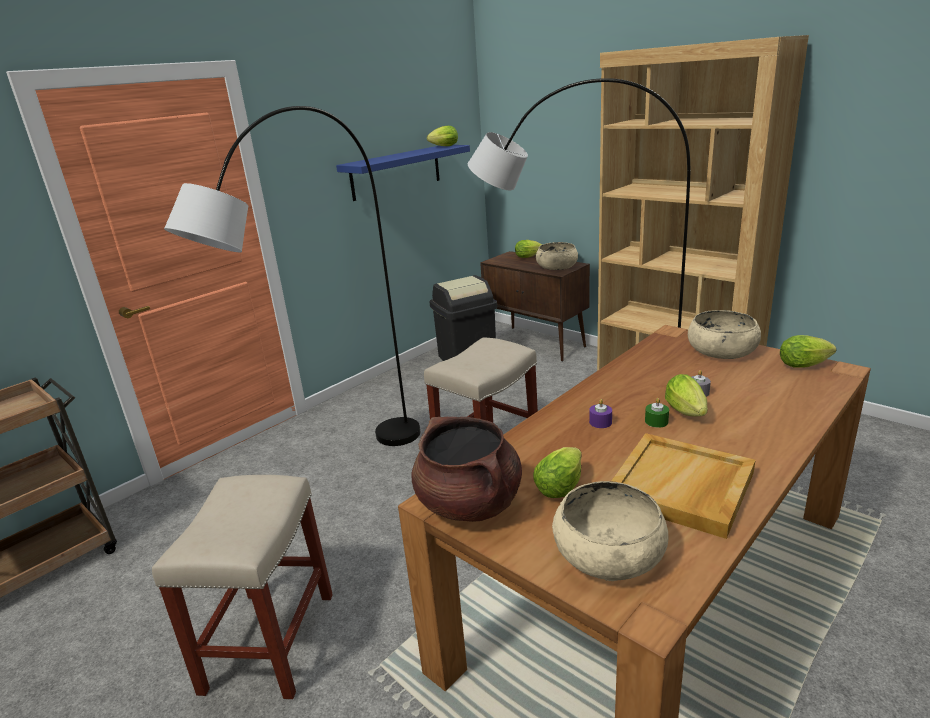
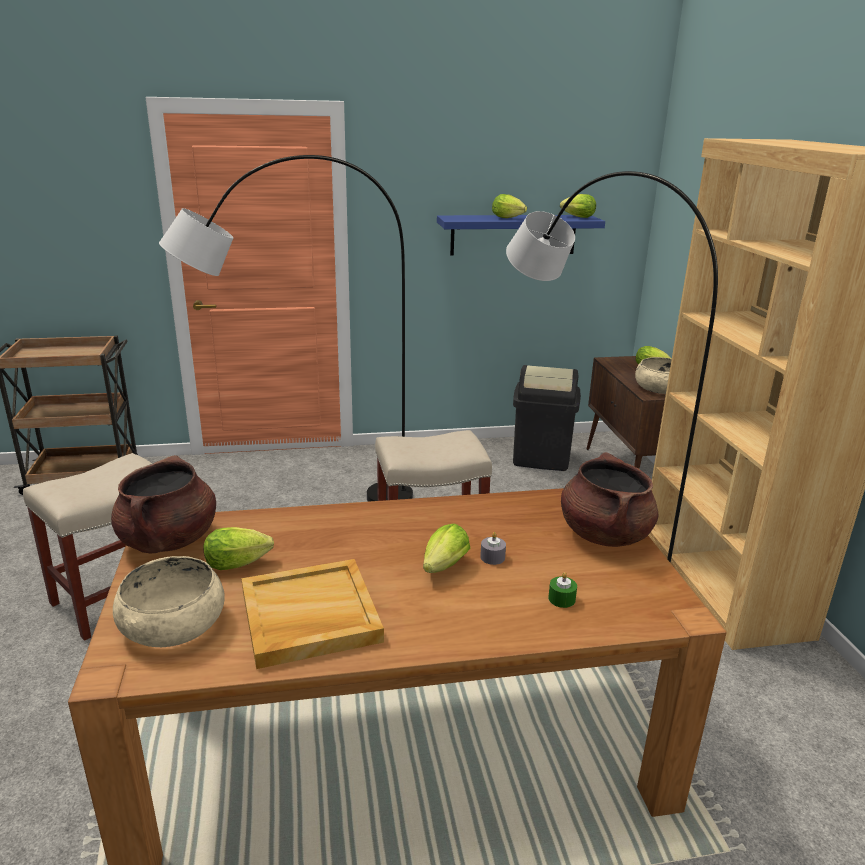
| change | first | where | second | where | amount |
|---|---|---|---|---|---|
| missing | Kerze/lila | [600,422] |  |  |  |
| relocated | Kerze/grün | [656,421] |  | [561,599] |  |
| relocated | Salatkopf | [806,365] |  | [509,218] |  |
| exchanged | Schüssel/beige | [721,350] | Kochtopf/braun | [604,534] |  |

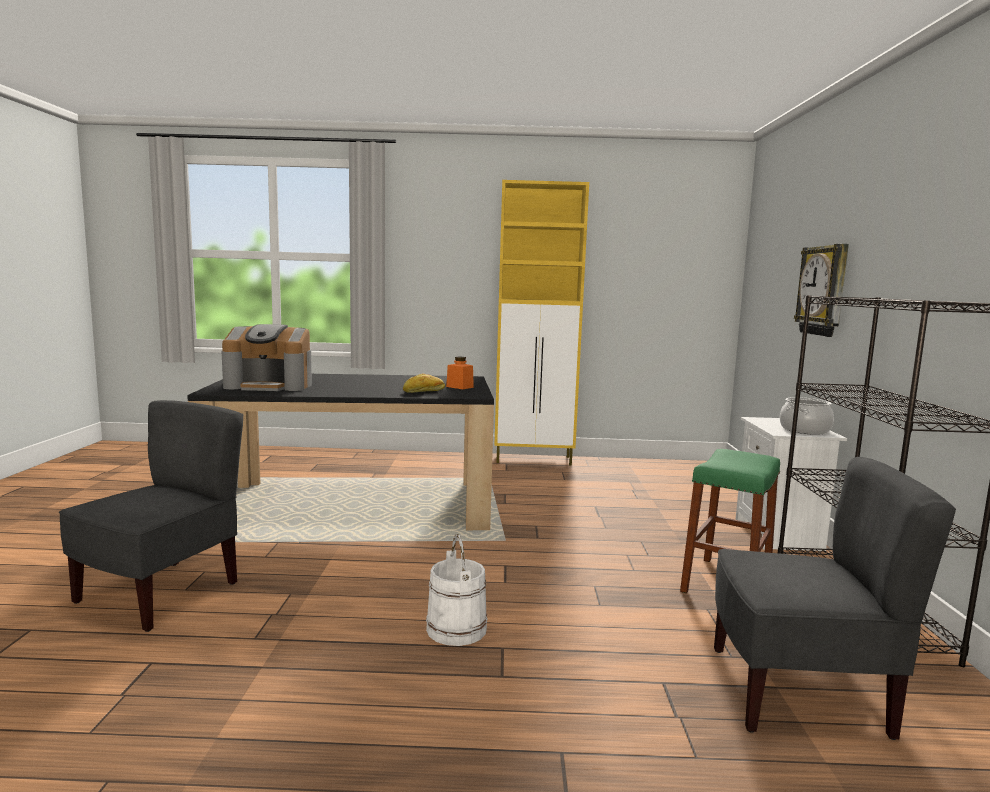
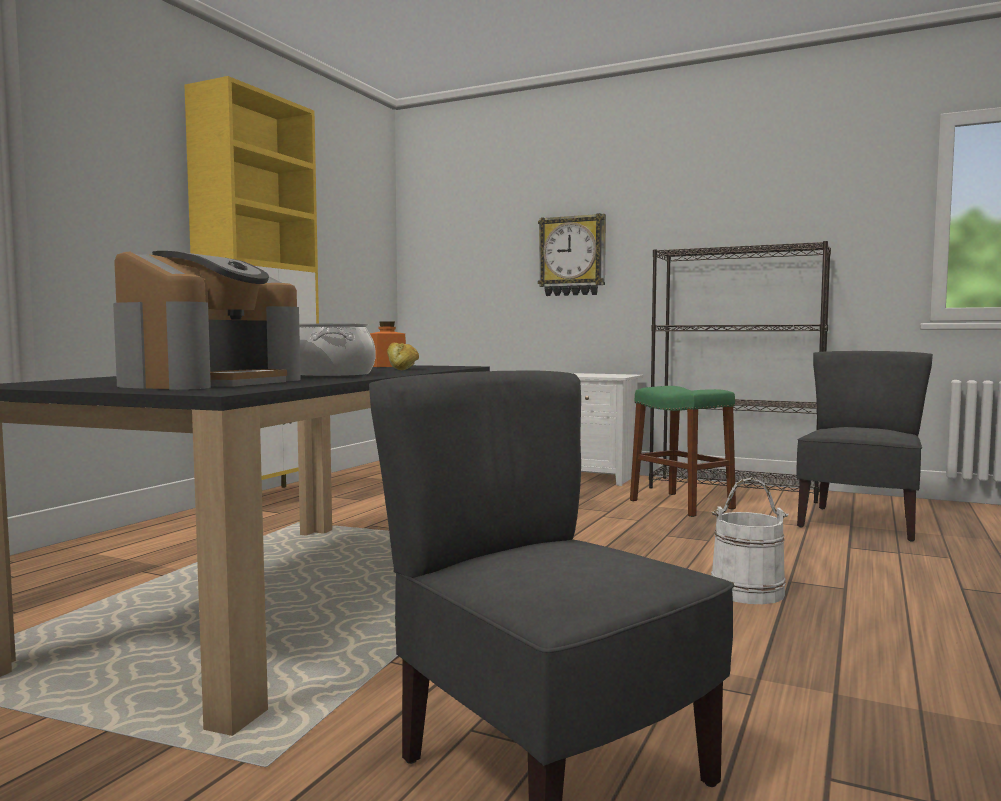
| change | first | where | second | where | amount |
|---|---|---|---|---|---|
| relocated | Kochtopf | [805,430] |  | [334,375] |  |

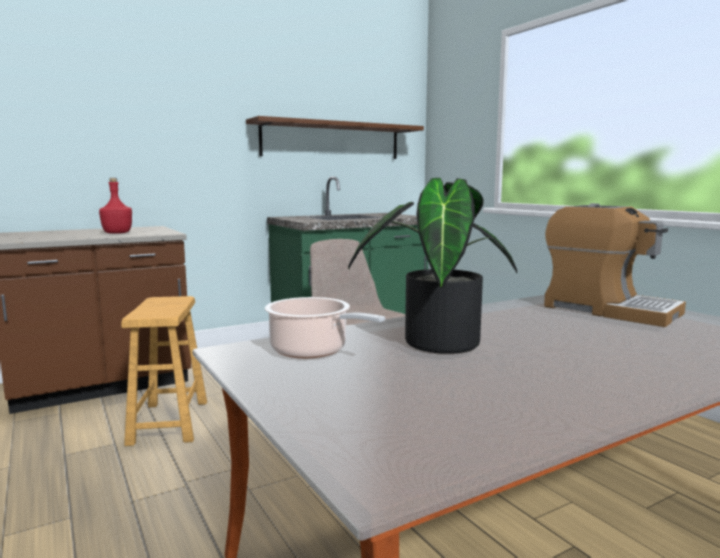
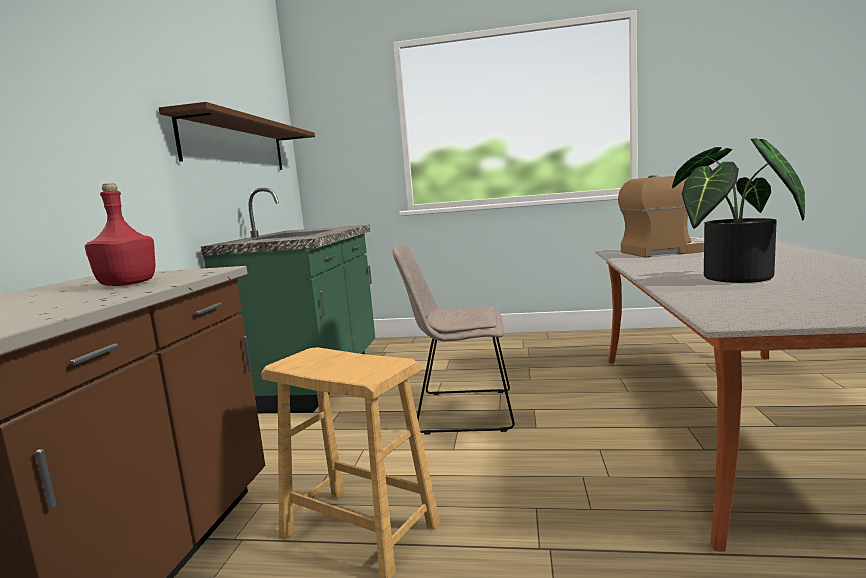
| change | first | where | second | where | amount |
|---|---|---|---|---|---|
| missing | Kochtopf | [312,351] |  |  |  |

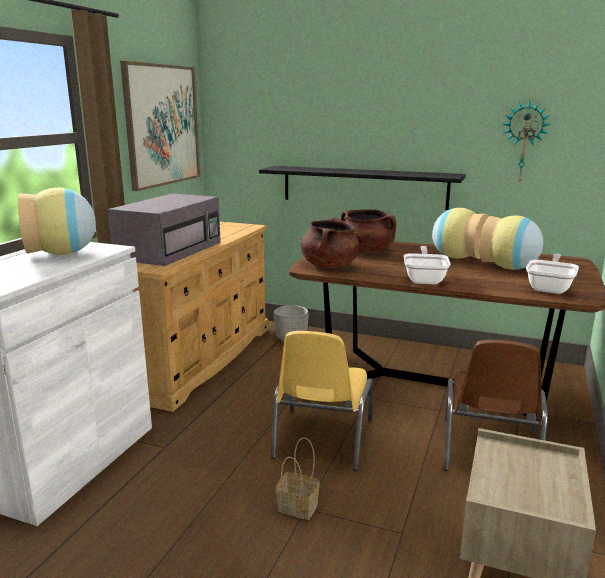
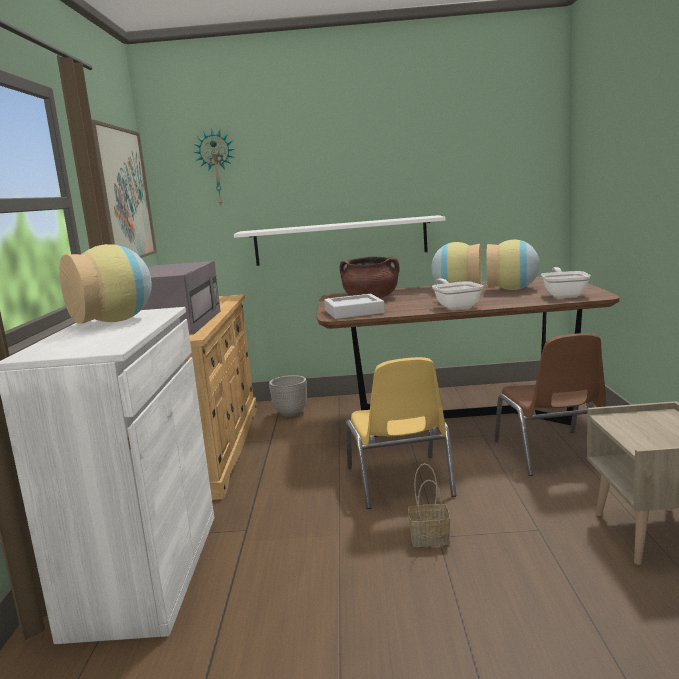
| change | first | where | second | where | amount |
|---|---|---|---|---|---|
| relocated | Wanduhr | [524,142] |  | [217,168] |  |
| exchanged | Kochtopf/braun | [329,265] | Tablett/grau | [354,312] |  |
| colour | Wandregal/schwarz | [363,187] | Wandregal/weiß | [340,241] |  |

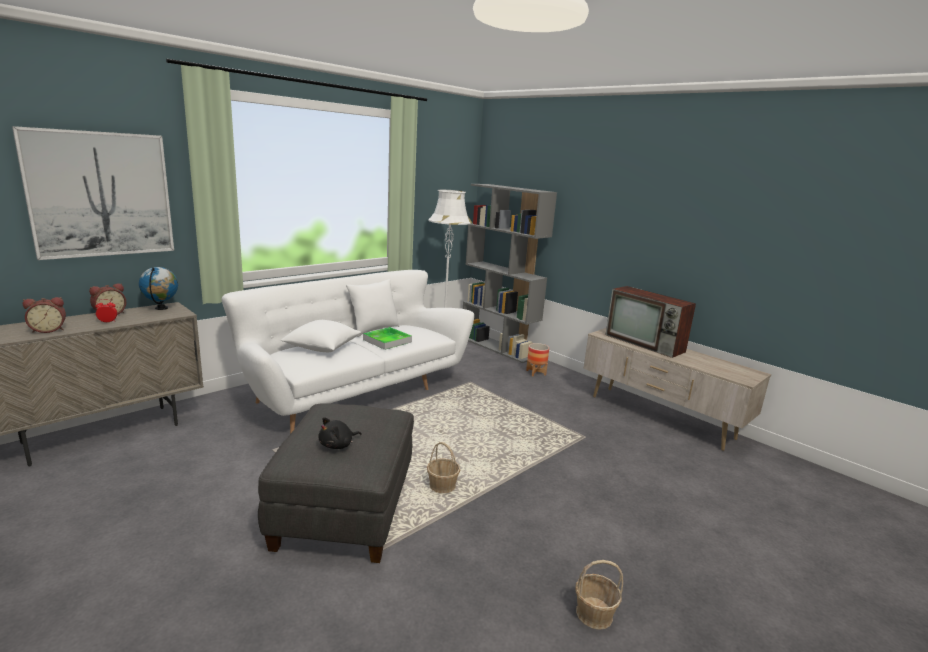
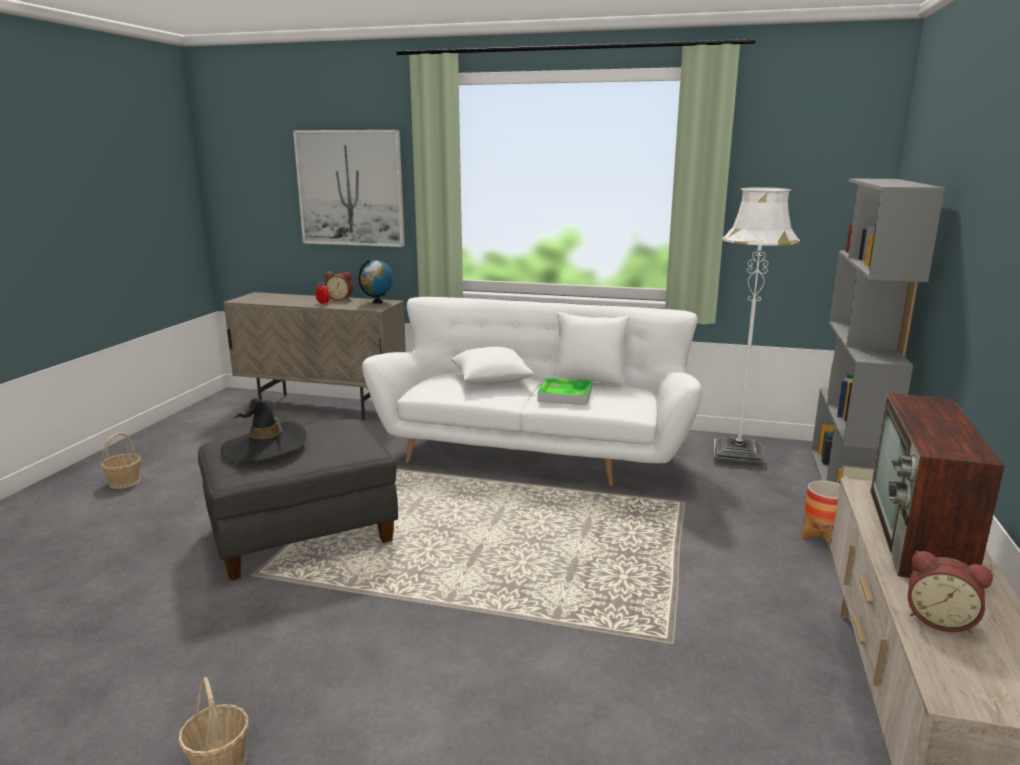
| change | first | where | second | where | amount |
|---|---|---|---|---|---|
| relocated | Wecker | [48,330] |  | [940,620] |  |
| relocated | Korb | [442,486] |  | [125,482] |  |
| exchanged | Plüschtier/schwarz | [338,445] | Hut/schwarz | [264,447] |  |

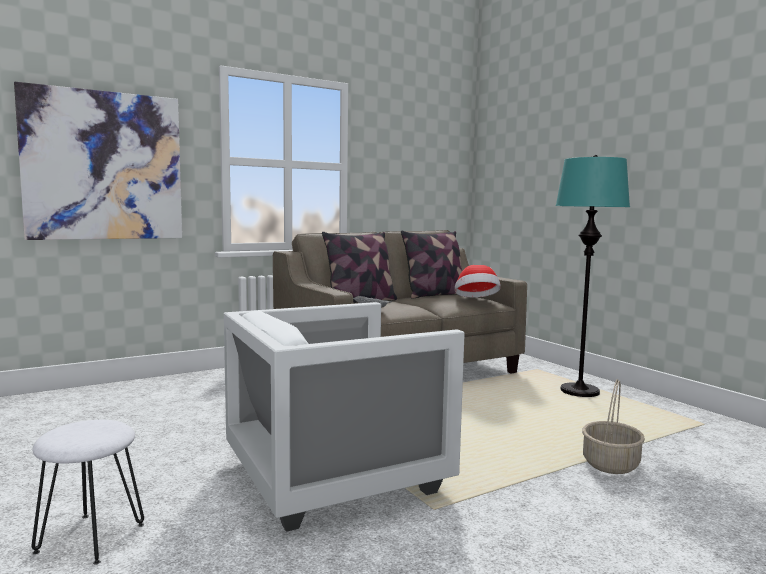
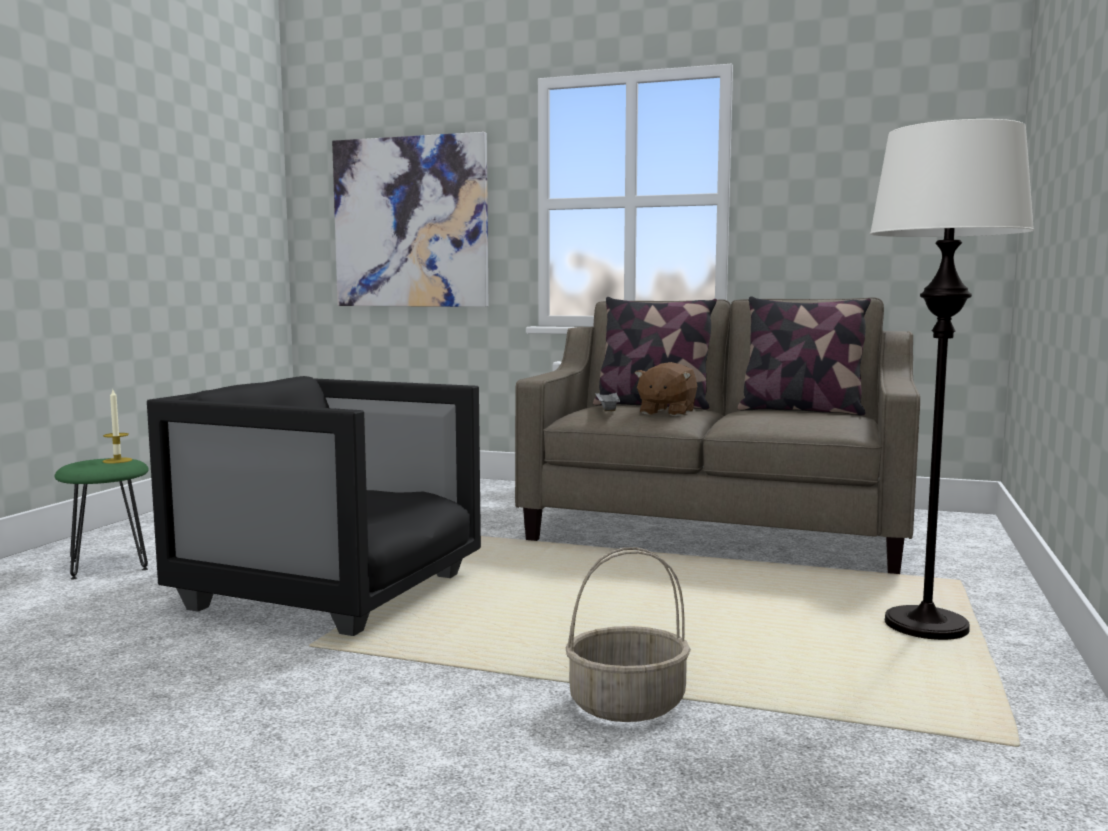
| change | first | where | second | where | amount |
|---|---|---|---|---|---|
| missing | Hut | [476,300] |  |  |  |
| appeared |  |  | Kerze | [117,460] |  |
| appeared |  |  | Plüschtier/braun | [666,412] |  |
| colour | Hocker/weiß | [90,538] | Hocker/grün | [107,565] |  |
| colour | Sessel/weiß | [336,476] | Sessel/schwarz | [333,592] |  |
| colour | Stehlampe/türkis | [579,392] | Stehlampe/weiß | [926,626] |  |

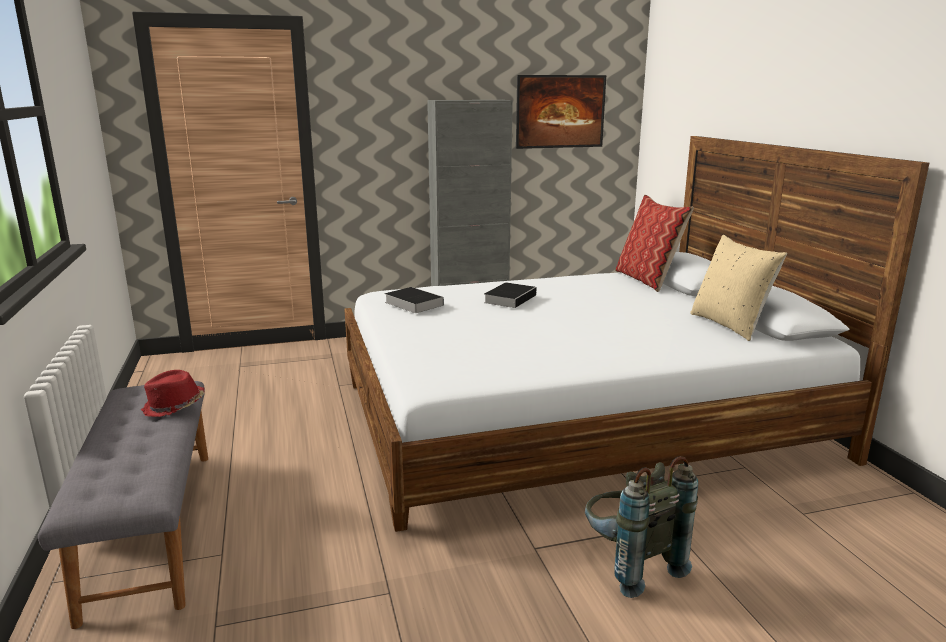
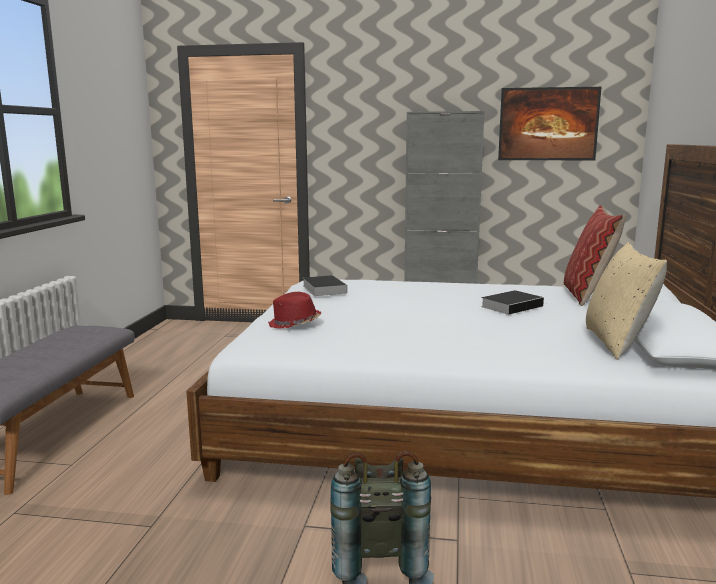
| change | first | where | second | where | amount |
|---|---|---|---|---|---|
| relocated | Hut/rot | [174,406] |  | [294,324] |  |
| relocated | Buch | [510,298] |  | [512,306] |  |

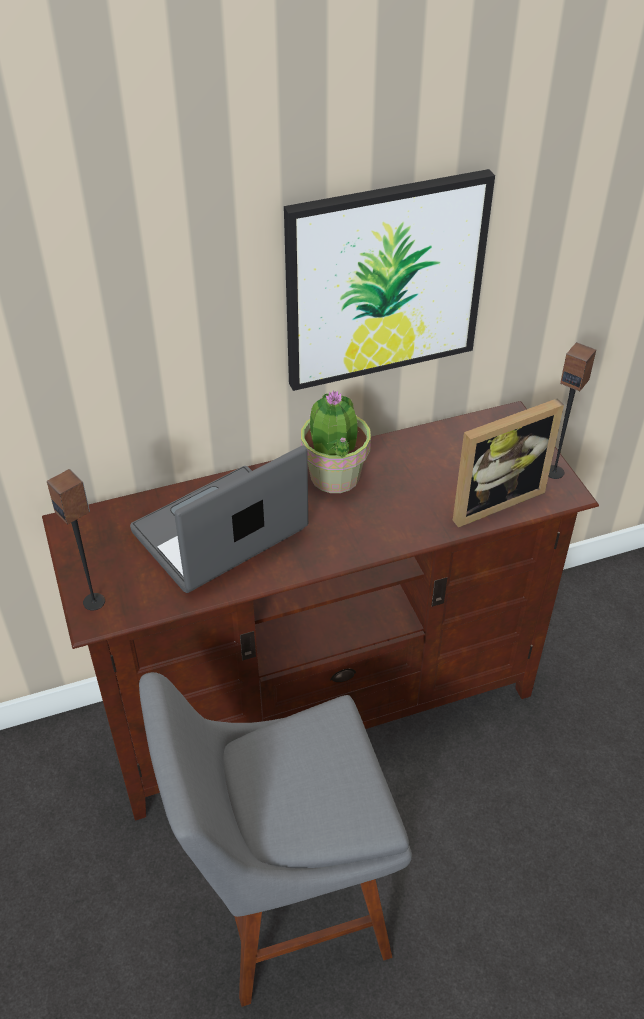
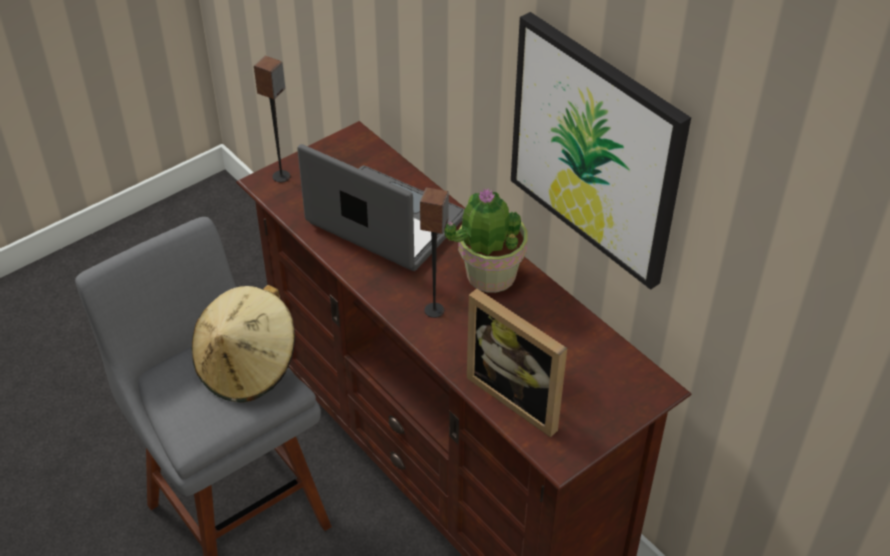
| change | first | where | second | where | amount |
|---|---|---|---|---|---|
| appeared |  |  | Hut/beige | [247,367] |  |
| relocated | Lautsprecher | [554,472] |  | [434,310] |  |

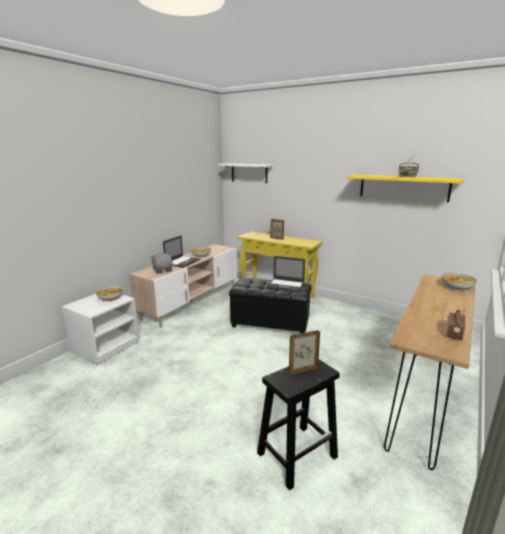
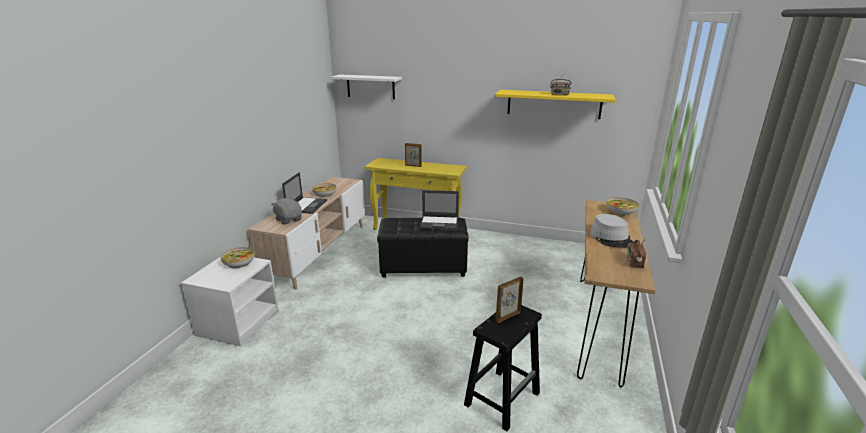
| change | first | where | second | where | amount |
|---|---|---|---|---|---|
| appeared |  |  | Hut/grau | [611,238] |  |

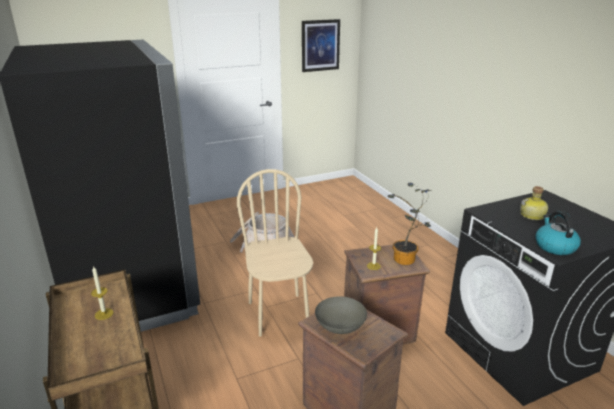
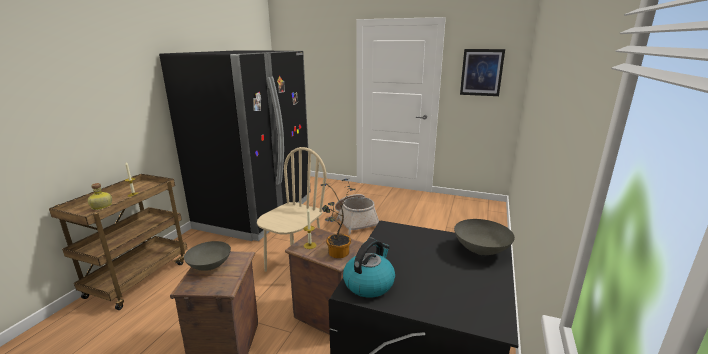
| change | first | where | second | where | amount |
|---|---|---|---|---|---|
| appeared |  |  | Schüssel/grau | [480,250] |  |
| relocated | Flasche | [532,216] |  | [101,207] |  |

